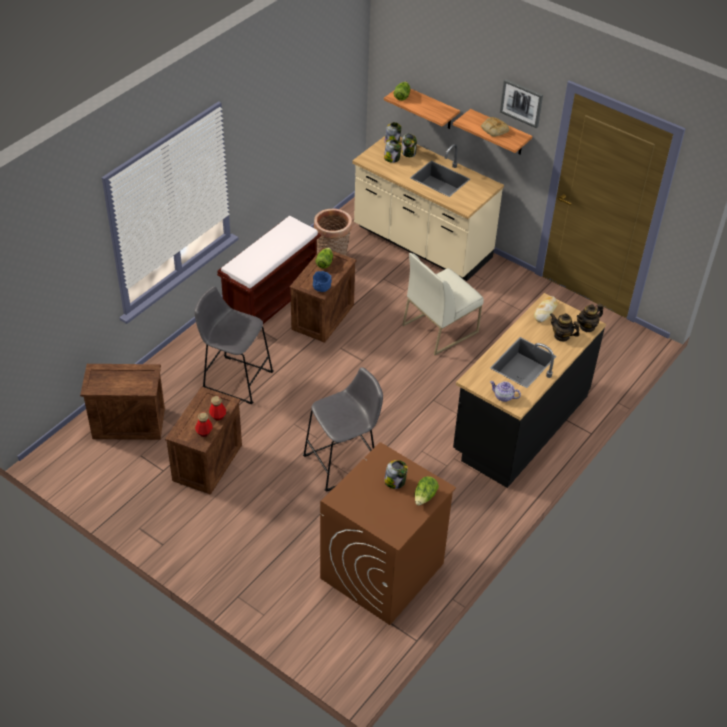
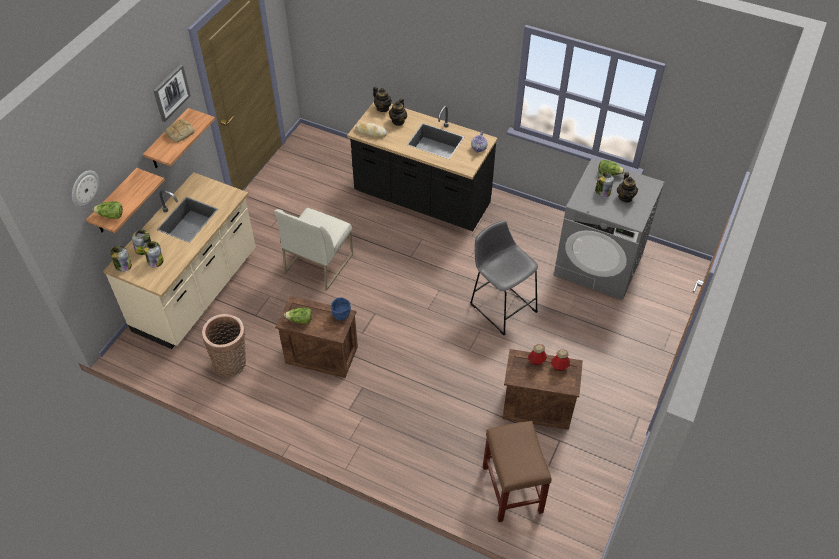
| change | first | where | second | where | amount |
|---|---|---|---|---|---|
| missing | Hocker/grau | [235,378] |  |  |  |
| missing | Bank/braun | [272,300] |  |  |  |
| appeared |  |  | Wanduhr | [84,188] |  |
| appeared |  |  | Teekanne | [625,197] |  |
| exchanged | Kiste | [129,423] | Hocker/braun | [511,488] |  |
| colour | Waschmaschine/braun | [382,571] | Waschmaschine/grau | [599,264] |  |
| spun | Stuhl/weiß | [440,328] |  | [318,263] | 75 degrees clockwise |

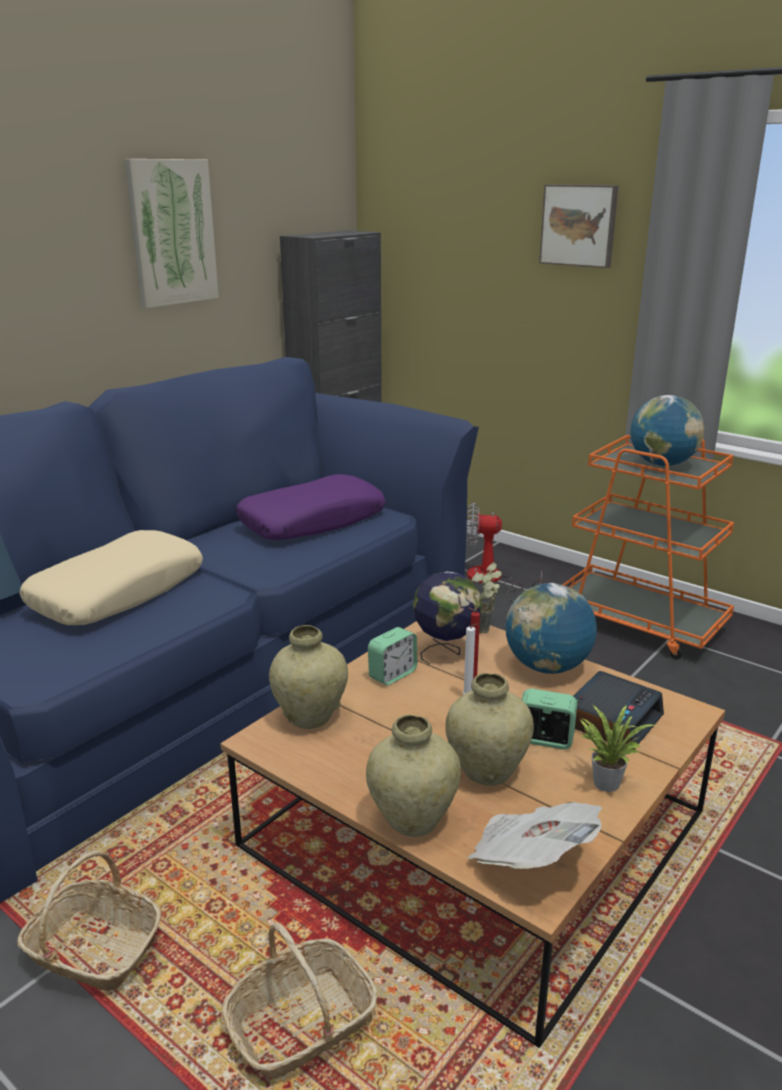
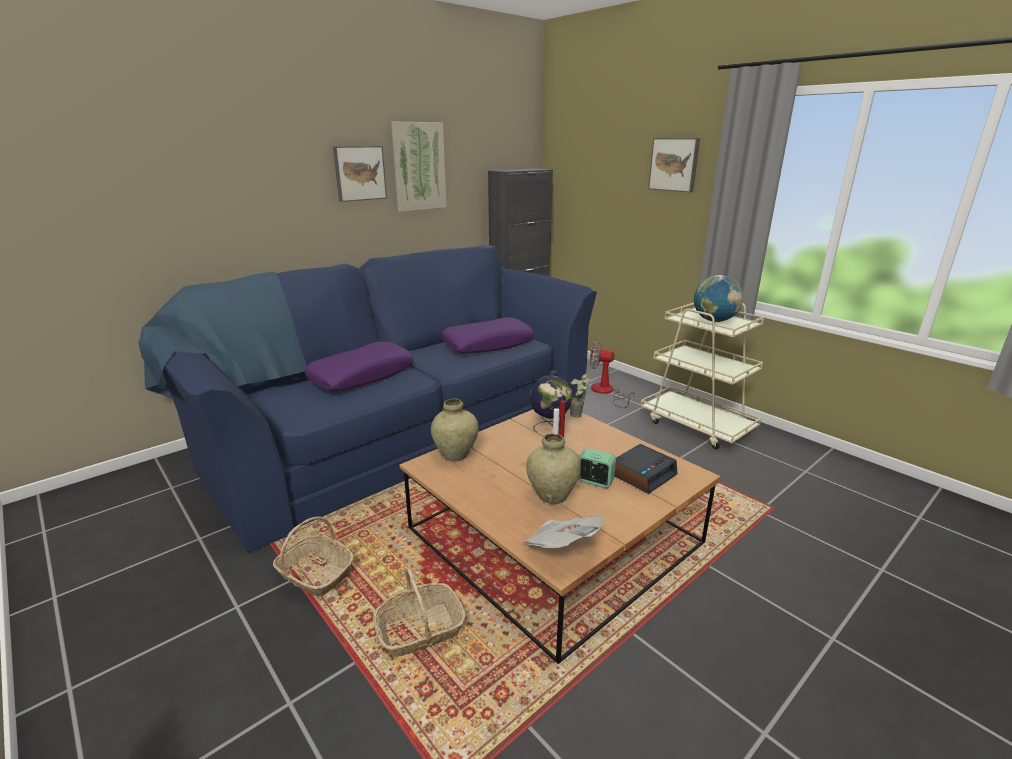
| change | first | where | second | where | amount |
|---|---|---|---|---|---|
| missing | Vase/beige | [412,820] |  |  |  |
| missing | Wecker | [392,674] |  |  |  |
| missing | Globus | [547,667] |  |  |  |
| missing | Topfpflanze | [605,781] |  |  |  |
| appeared |  |  | Bild | [359,173] |  |
| colour | Kissen/beige | [118,592] | Kissen/lila | [361,376] |  |
| colour | Rollwagen/orange | [639,623] | Rollwagen/beige | [697,425] |  |

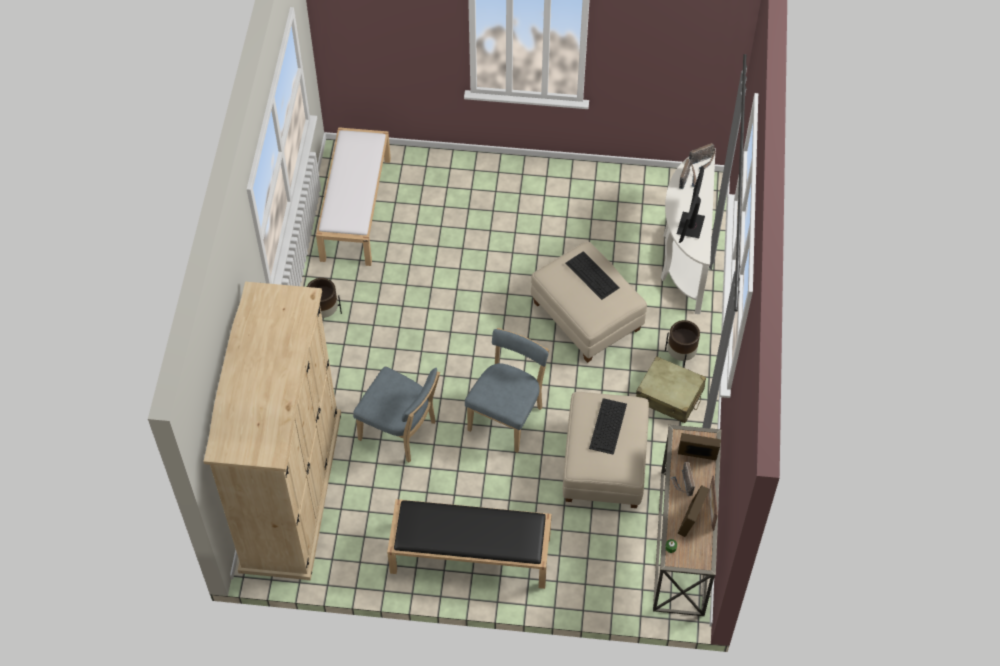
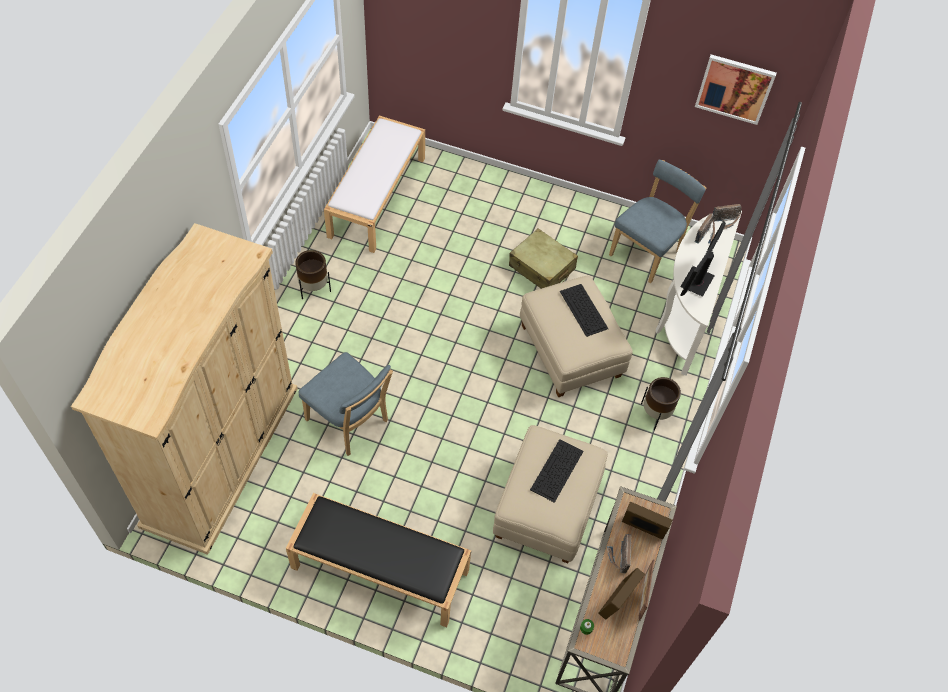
| change | first | where | second | where | amount |
|---|---|---|---|---|---|
| appeared |  |  | Bild | [735,88] |  |
| relocated | Stuhl/blau | [507,416] |  | [647,252] |  |
| relocated | Koffer/beige | [670,395] |  | [542,267] |  |

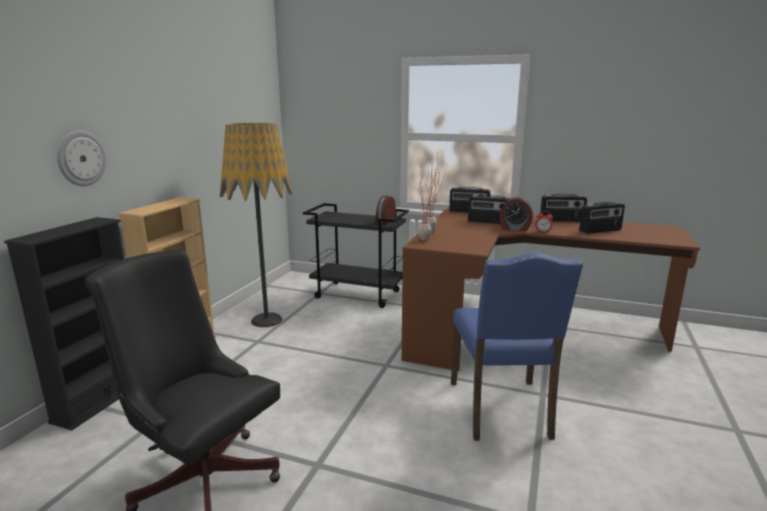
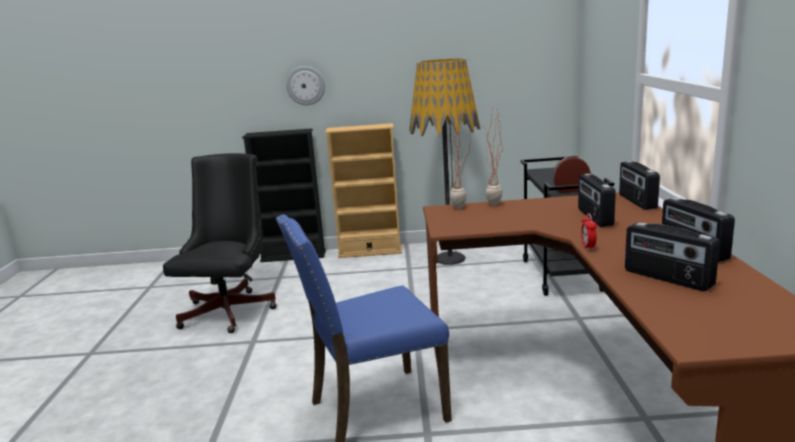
| change | first | where | second | where | amount |
|---|---|---|---|---|---|
| missing | Wecker | [515,229] |  |  |  |

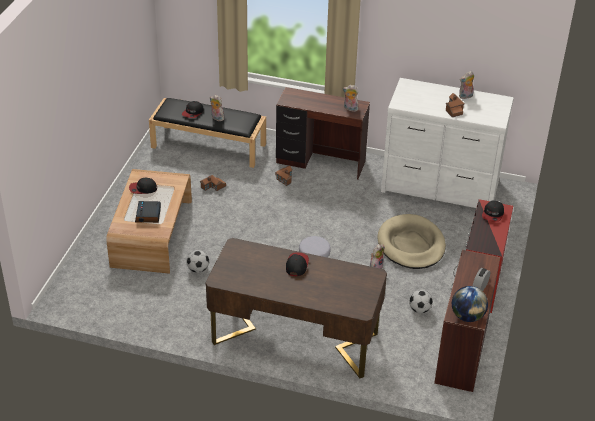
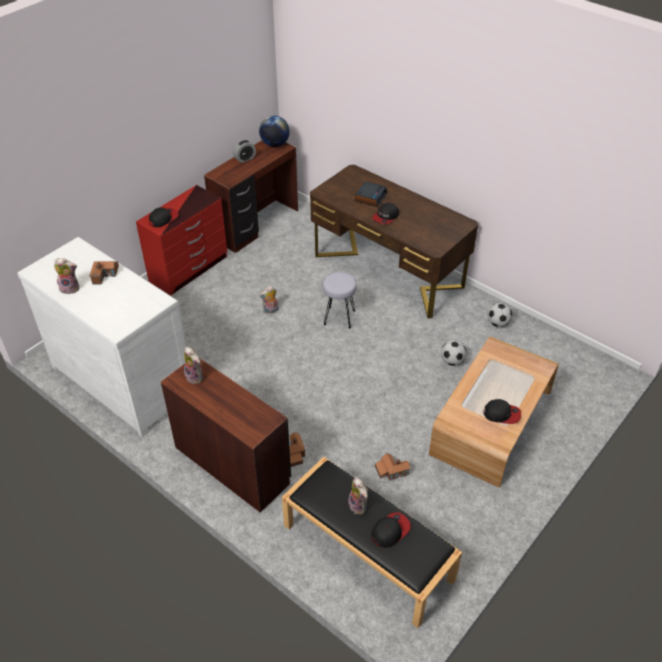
| change | first | where | second | where | amount |
|---|---|---|---|---|---|
| missing | Hundebett/beige | [411,245] |  |  |  |
| relocated | Wecker | [148,215] |  | [370,197] |  |
| relocated | Fußball | [419,309] |  | [498,323] |  |

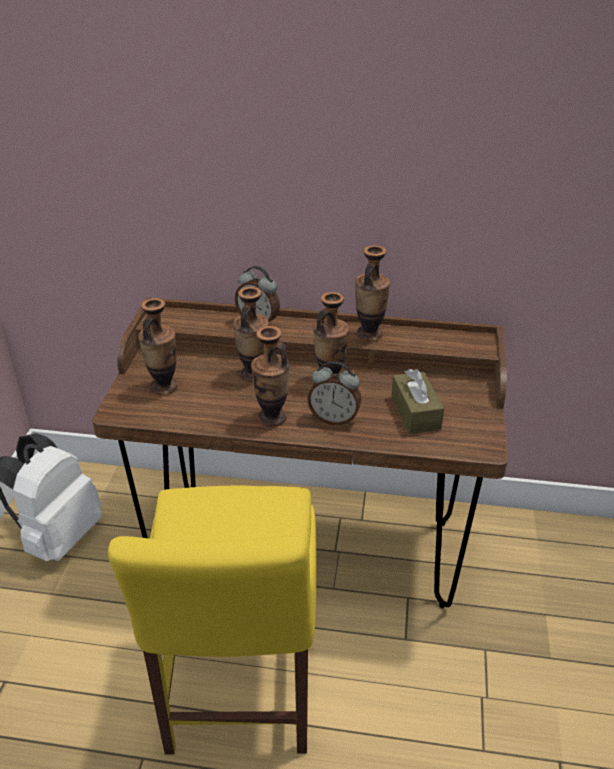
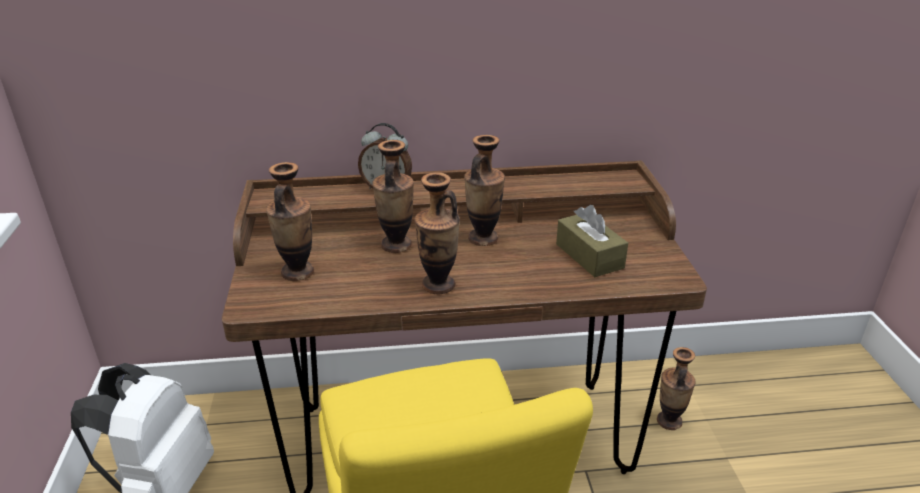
| change | first | where | second | where | amount |
|---|---|---|---|---|---|
| missing | Wecker | [334,419] |  |  |  |
| relocated | Vase | [369,334] |  | [669,421] |  |

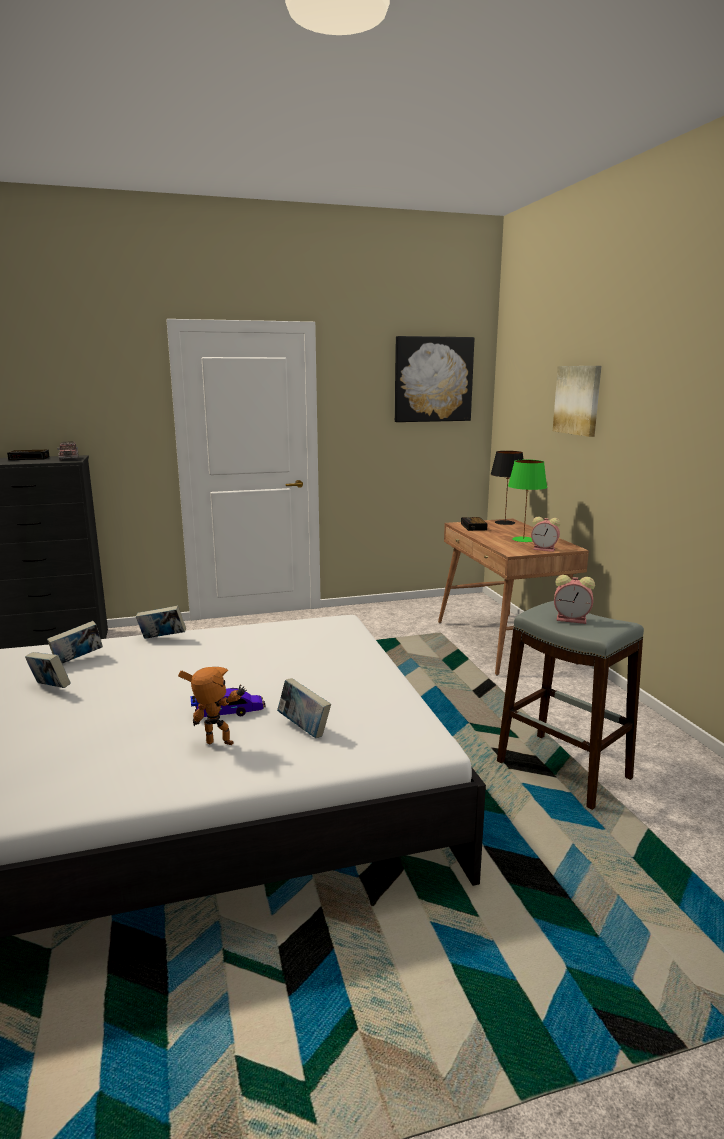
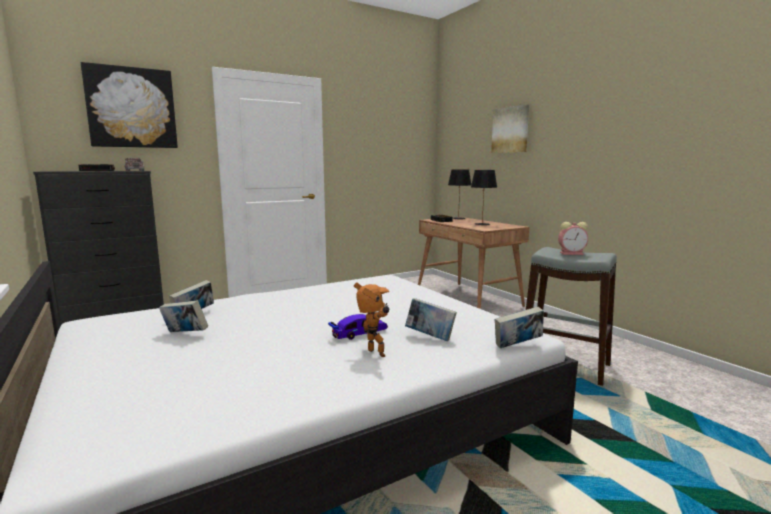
| change | first | where | second | where | amount |
|---|---|---|---|---|---|
| missing | Wecker | [545,549] |  |  |  |
| relocated | Buch | [162,638] |  | [518,346] |  |
| relocated | Bild | [433,379] |  | [131,108] |  |
| colour | Tischlampe/grün | [523,539] | Tischlampe/schwarz | [482,224] |  |
| spun | Spielzeugroboter | [219,745] |  | [374,354] | 60 degrees clockwise |

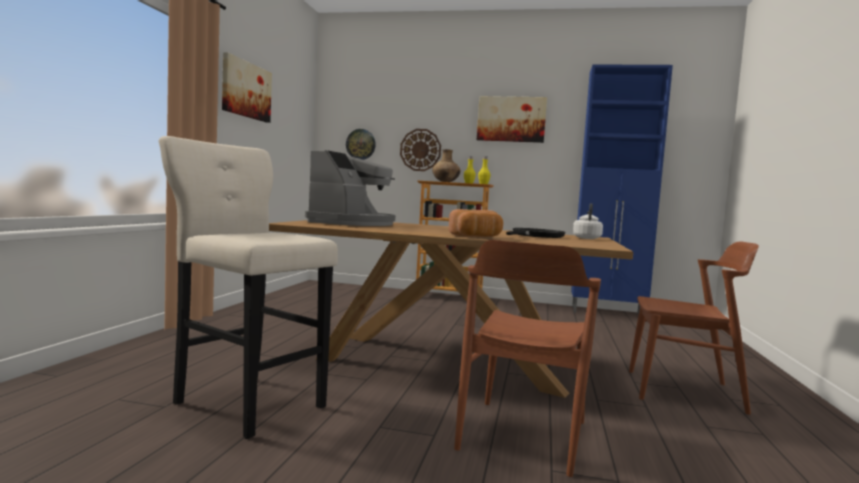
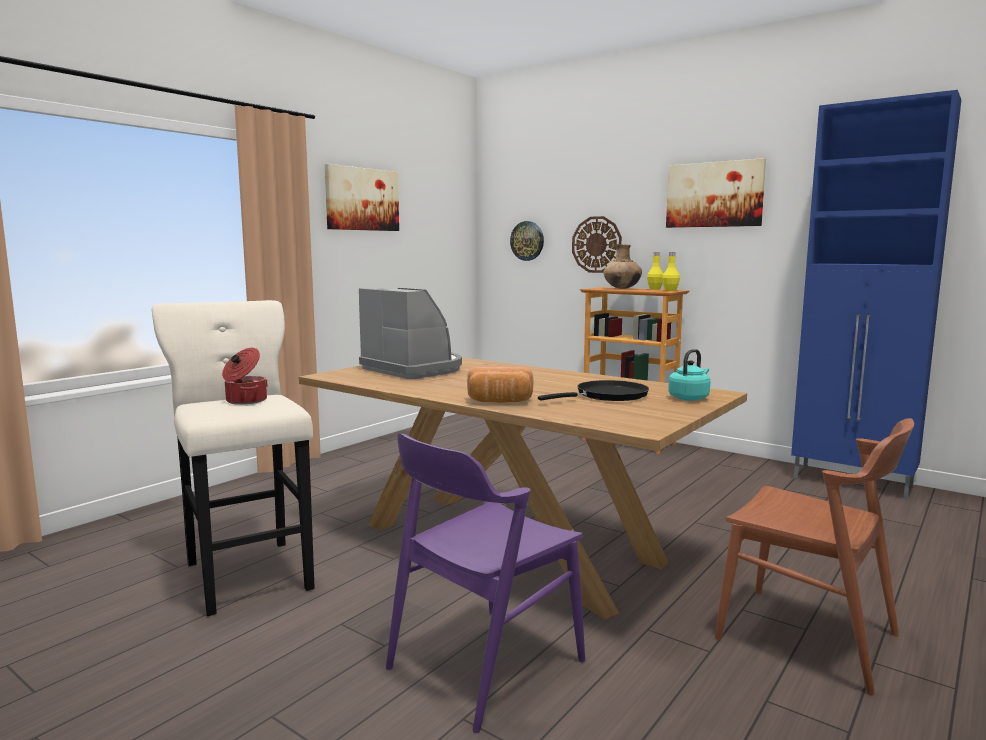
| change | first | where | second | where | amount |
|---|---|---|---|---|---|
| appeared |  |  | Kochtopf | [245,401] |  |
| colour | Stuhl/braun | [522,435] | Stuhl/lila | [485,664] |  |
| colour | Wasserkessel/weiß | [587,238] | Wasserkessel/türkis | [689,398] |  |
| spun | Kaffeemaschine | [352,223] |  | [414,369] | 90 degrees counterclockwise |

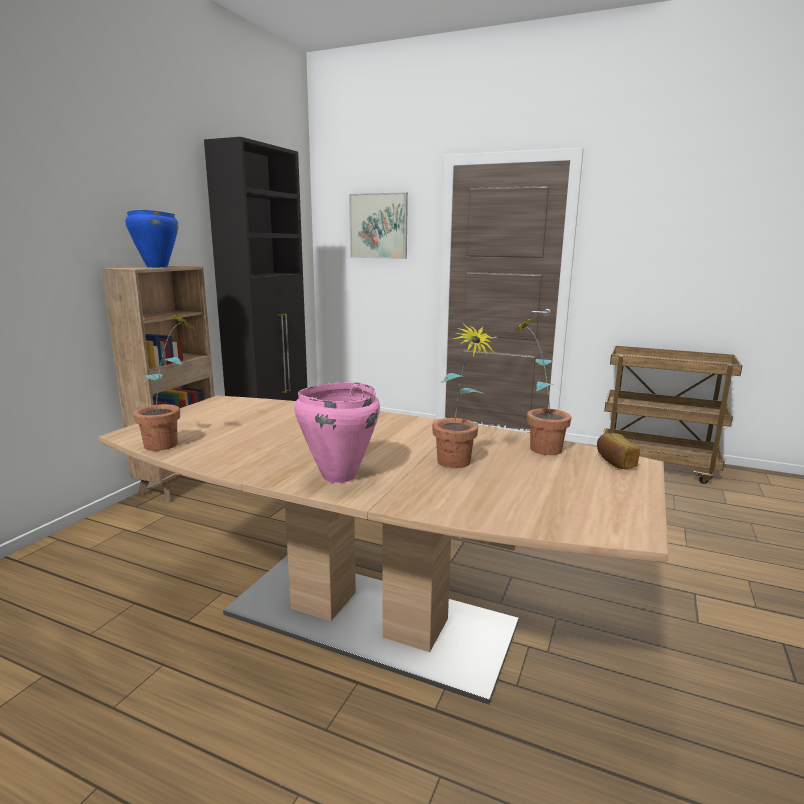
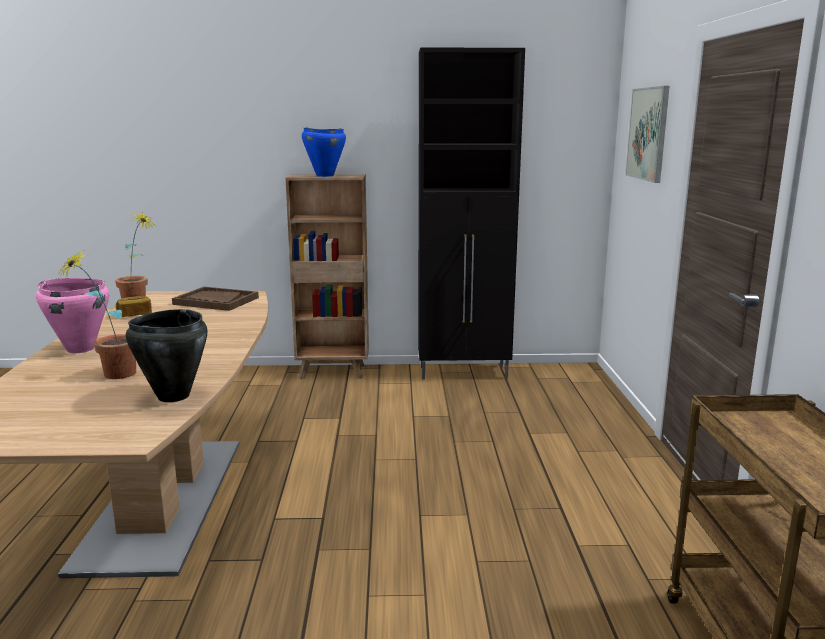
| change | first | where | second | where | amount |
|---|---|---|---|---|---|
| appeared |  |  | Tablett/braun | [216,301] |  |
| relocated | Brot | [614,462] |  | [135,315] |  |
| exchanged | Topfpflanze | [536,447] | Kochtopf/schwarz | [172,396] |  |

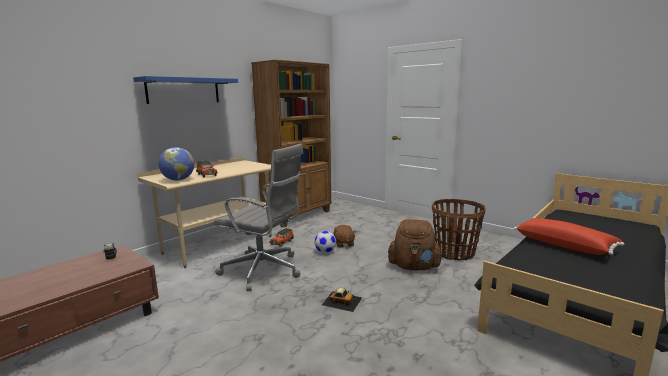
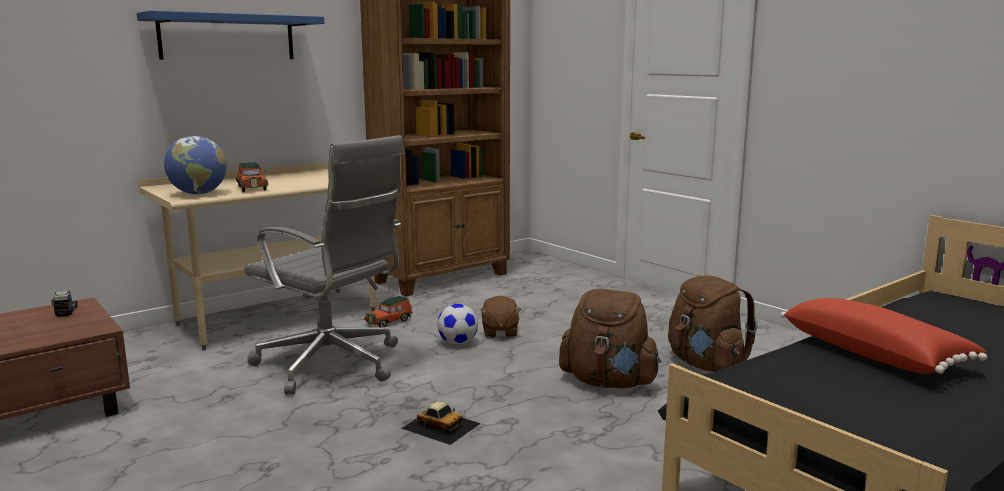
| change | first | where | second | where | amount |
|---|---|---|---|---|---|
| exchanged | Korb | [455,253] | Rucksack/braun | [705,365] |  |

